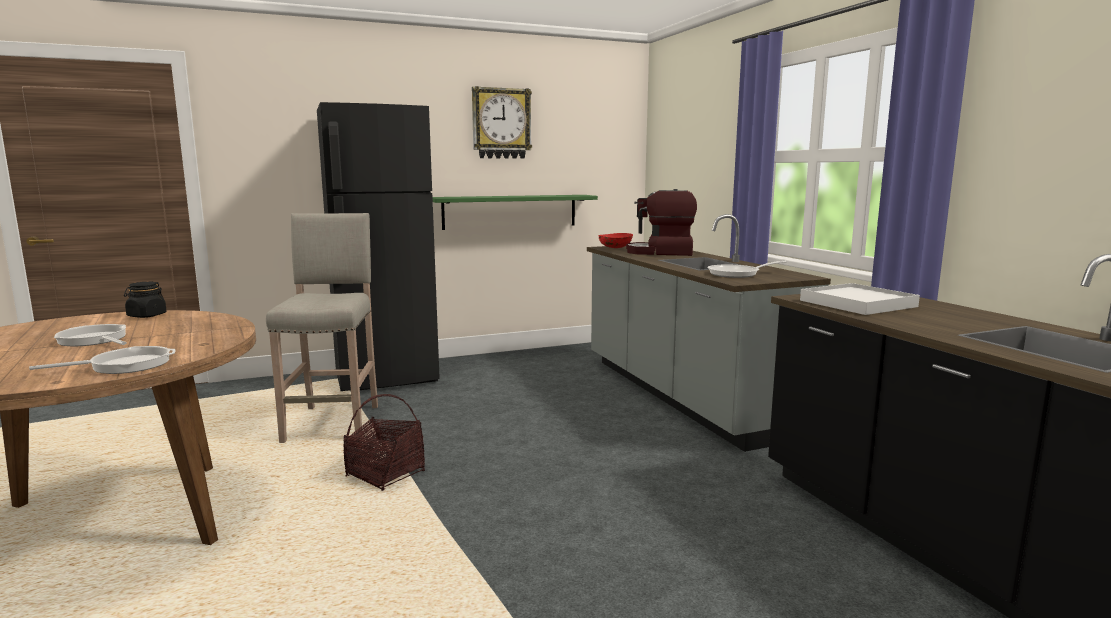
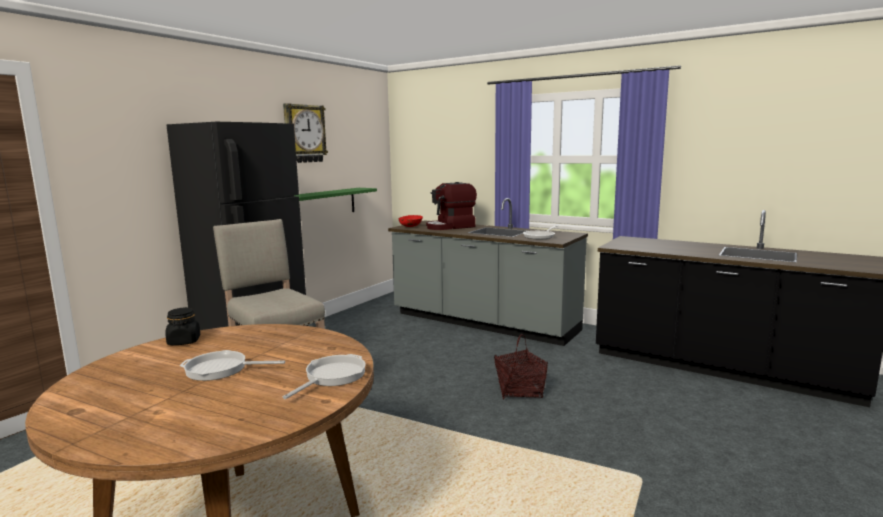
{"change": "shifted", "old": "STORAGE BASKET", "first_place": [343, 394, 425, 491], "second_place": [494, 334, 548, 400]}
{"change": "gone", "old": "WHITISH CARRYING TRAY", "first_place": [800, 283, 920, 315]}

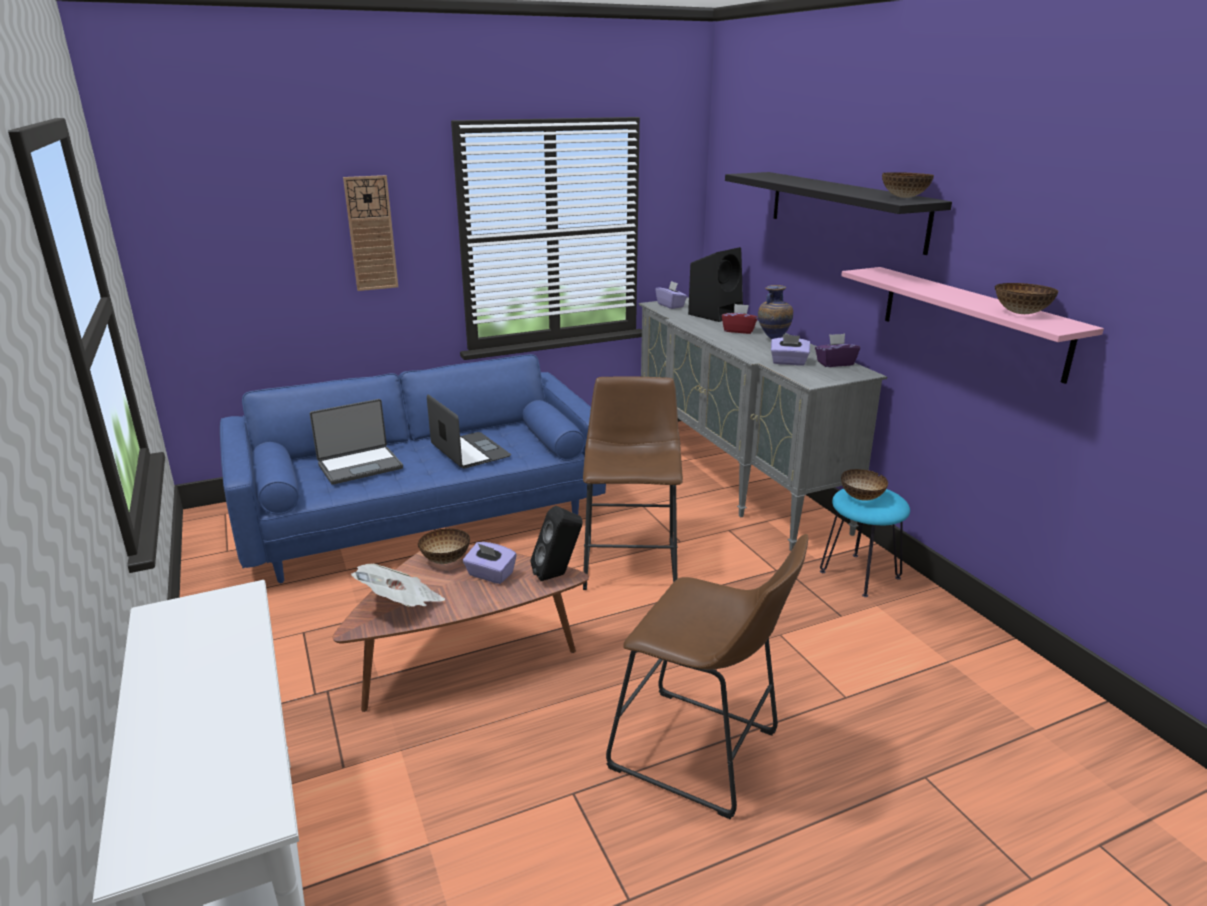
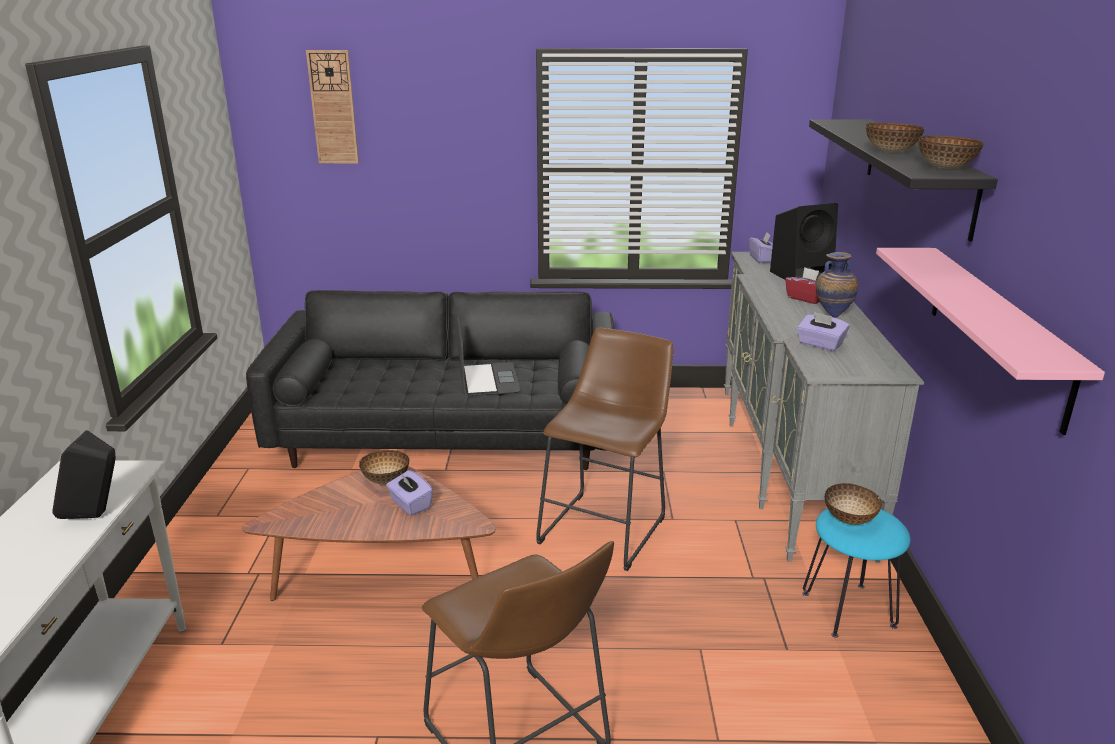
{"change": "shifted", "old": "BLACK-COLOURED AUDIO SPEAKER", "first_place": [531, 506, 582, 581], "second_place": [52, 430, 116, 519]}
{"change": "repainted", "old": "BLUISH SETTEE", "new": "BLACK-COLOURED SETTEE", "first_place": [220, 354, 606, 583], "second_place": [246, 290, 615, 470]}
{"change": "shifted", "old": "CLOCK ON THE WALL", "first_place": [343, 175, 398, 291], "second_place": [306, 50, 359, 164]}
{"change": "shifted", "old": "BOWL", "first_place": [995, 283, 1058, 314], "second_place": [866, 123, 925, 153]}
{"change": "gone", "old": "LAPTOP", "first_place": [310, 399, 403, 485]}
{"change": "gone", "old": "PRINTED PAPER", "first_place": [351, 563, 445, 607]}
{"change": "gone", "old": "PURPLISH TISSUE HOLDER", "first_place": [815, 334, 860, 367]}

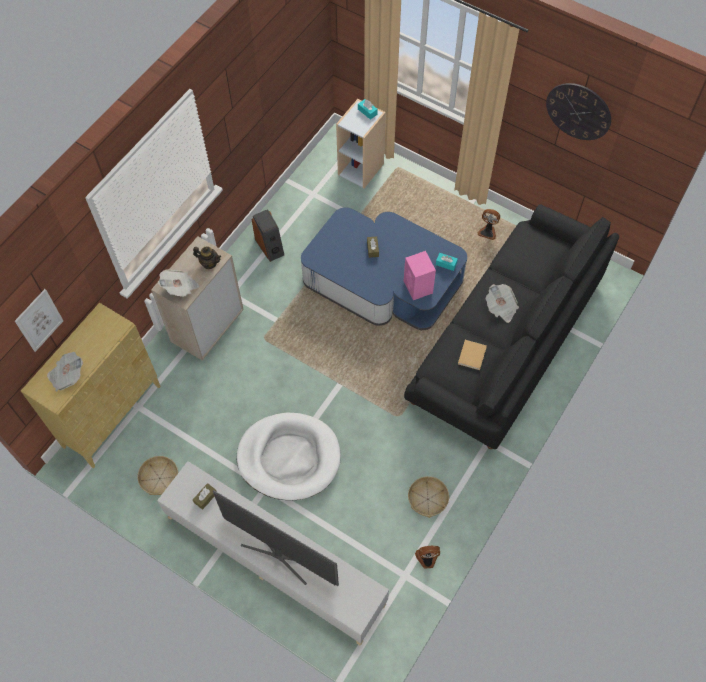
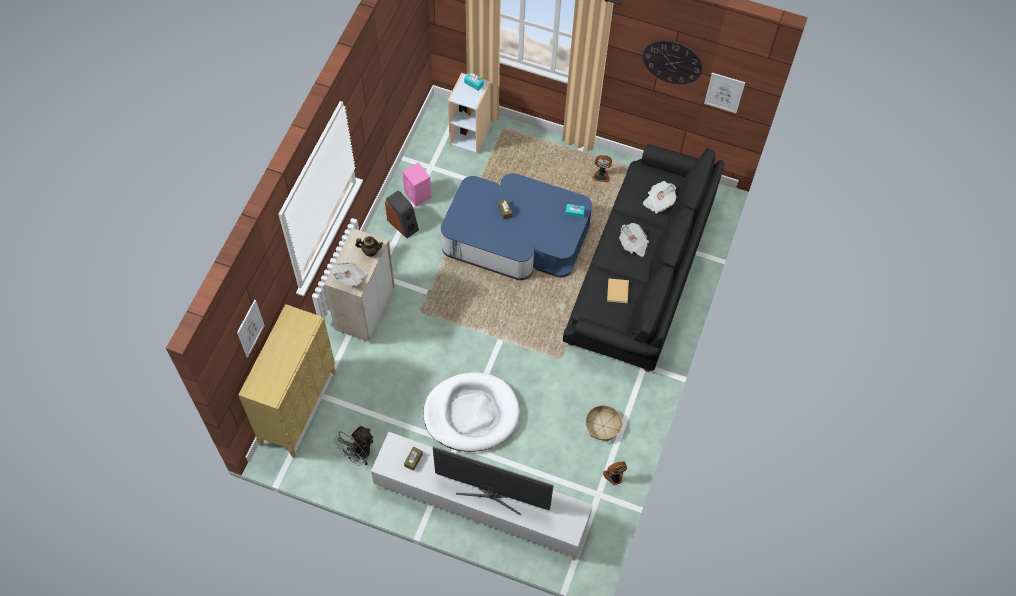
{"change": "swapped", "old": "STORAGE BASKET", "new": "GRAY ELECTRIC FAN", "first_place": [137, 456, 178, 495], "second_place": [333, 425, 374, 466]}
{"change": "shifted", "old": "PINKISH AUDIO SPEAKER", "first_place": [404, 251, 436, 300], "second_place": [402, 162, 432, 206]}
{"change": "shifted", "old": "PRINTED PAPER", "first_place": [47, 352, 83, 392], "second_place": [643, 181, 677, 214]}
{"change": "new", "new": "PICTURE", "second_place": [704, 73, 745, 113]}

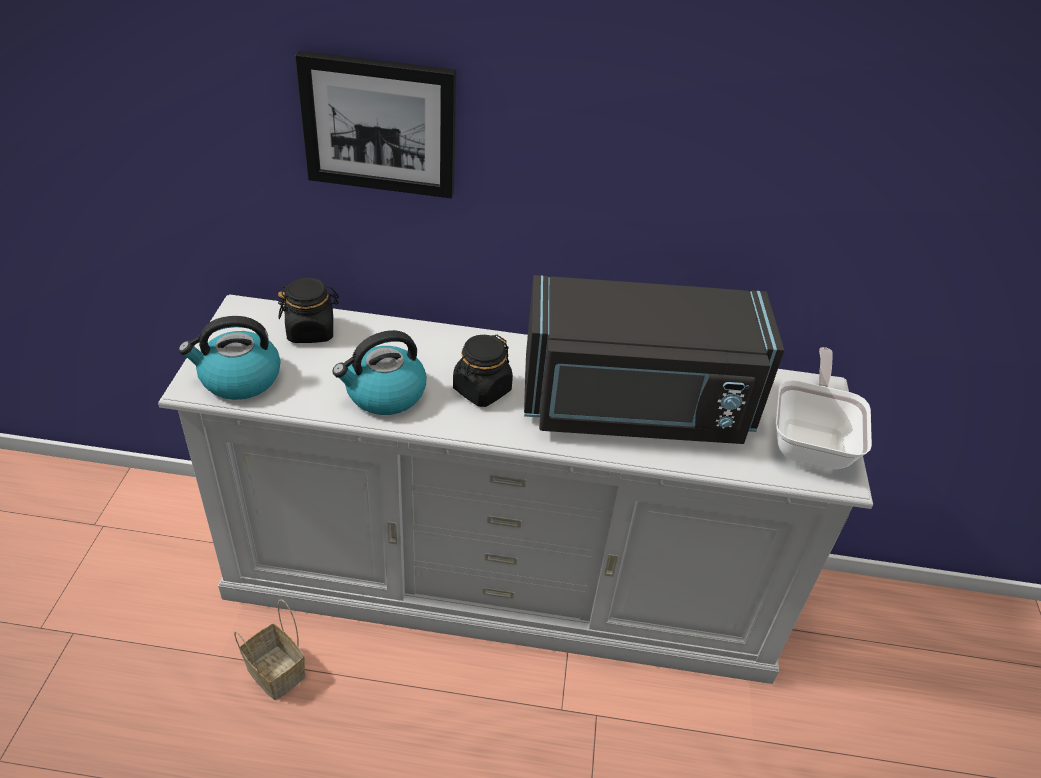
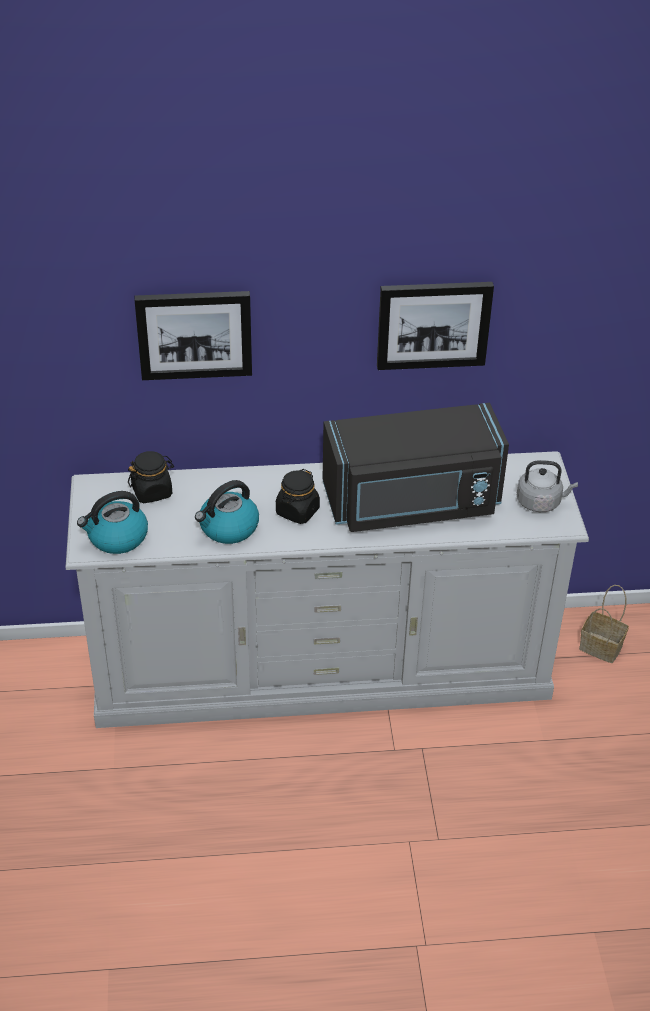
{"change": "new", "new": "PICTURE", "second_place": [377, 282, 494, 370]}
{"change": "swapped", "old": "PAN", "new": "GRAY KETTLE", "first_place": [776, 347, 872, 469], "second_place": [517, 460, 578, 512]}
{"change": "shifted", "old": "STORAGE BASKET", "first_place": [234, 599, 305, 700], "second_place": [579, 585, 629, 663]}

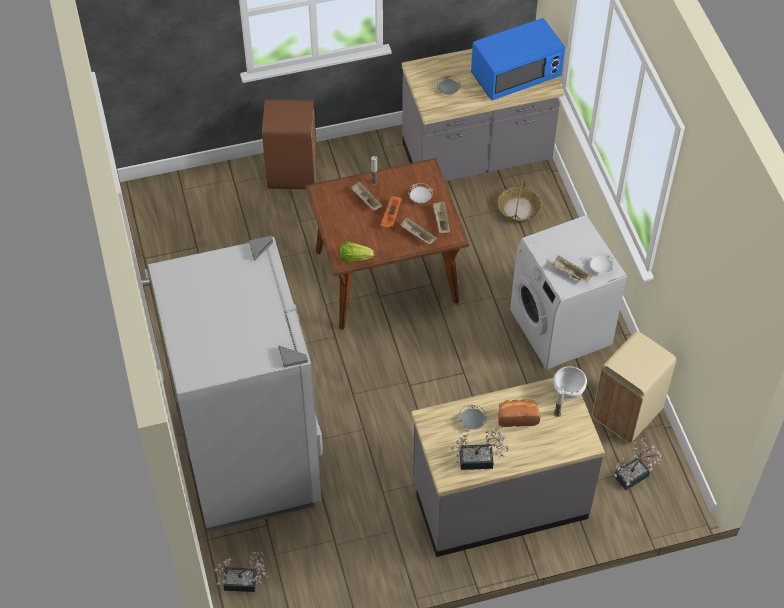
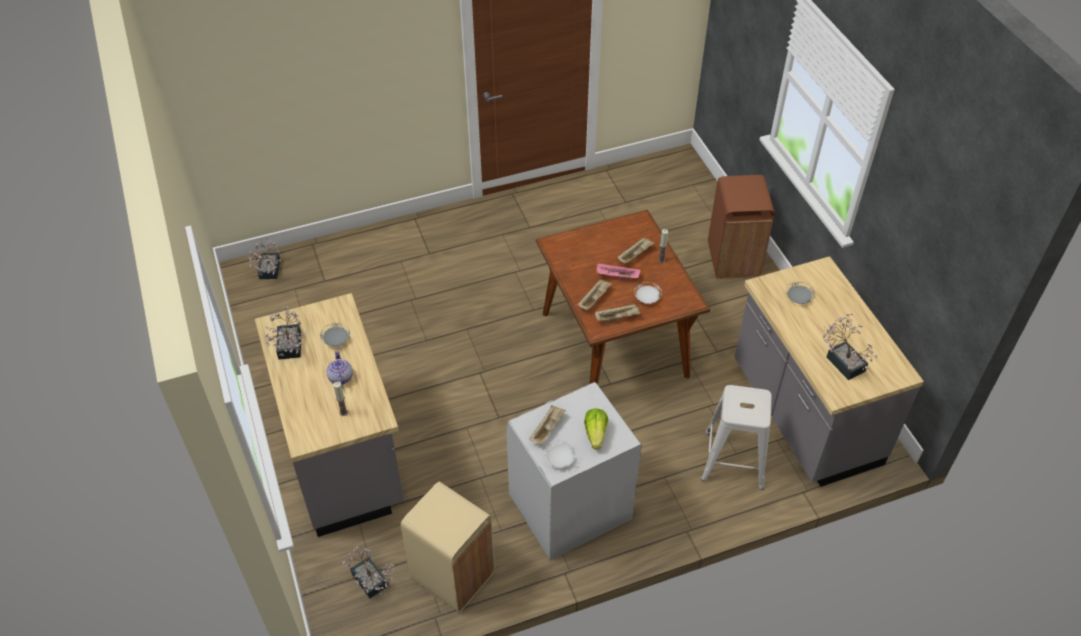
{"change": "swapped", "old": "BAKERY BREAD", "new": "TEAPOT", "first_place": [498, 399, 540, 427], "second_place": [326, 350, 353, 389]}
{"change": "shifted", "old": "LETTUCE HEAD", "first_place": [339, 241, 374, 262], "second_place": [584, 408, 608, 449]}
{"change": "repainted", "old": "ORANGEY CARRYING TRAY", "new": "PINKISH CARRYING TRAY", "first_place": [381, 195, 402, 227], "second_place": [597, 263, 640, 279]}
{"change": "swapped", "old": "STORAGE BASKET", "new": "WHITISH STOOL SEAT", "first_place": [498, 178, 542, 222], "second_place": [701, 385, 772, 490]}
{"change": "swapped", "old": "BLUISH MICROWAVE OVEN", "new": "POTTED PLANT", "first_place": [471, 18, 565, 100], "second_place": [823, 314, 879, 380]}
{"change": "gone", "old": "WHITISH FRIDGE", "first_place": [148, 236, 323, 533]}
{"change": "gone", "old": "WHITISH BOWL", "first_place": [553, 366, 587, 399]}

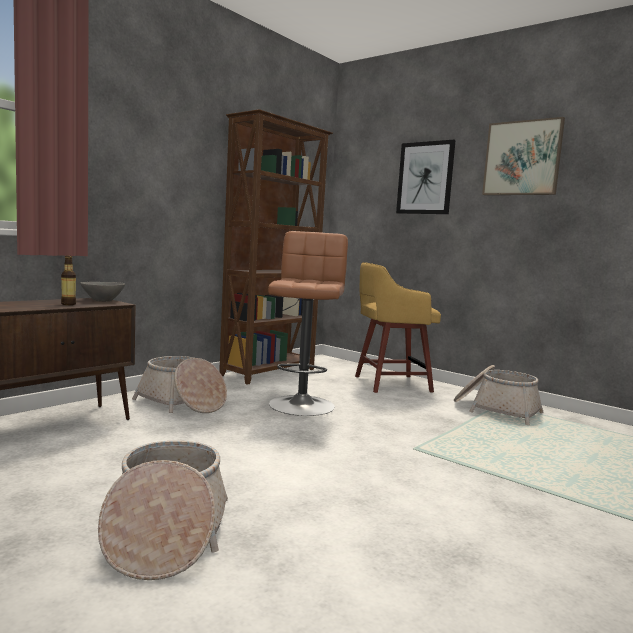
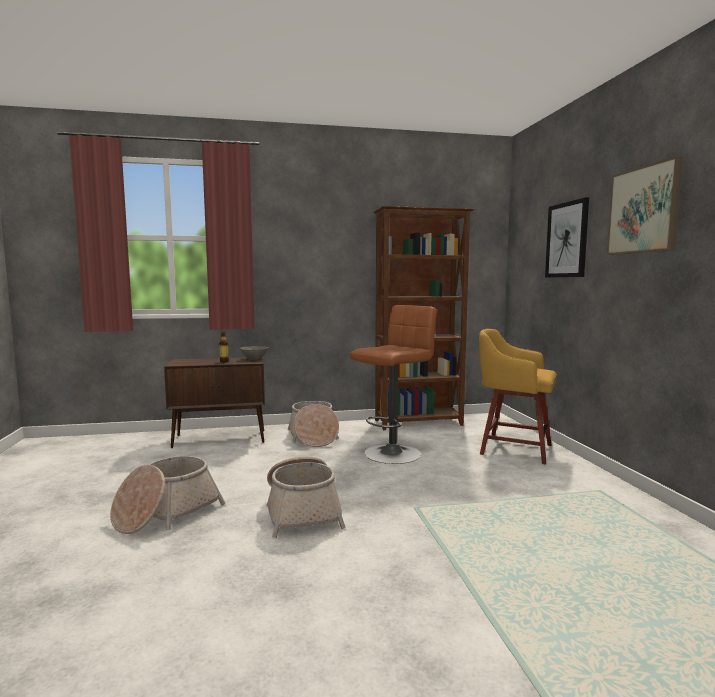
{"change": "shifted", "old": "STORAGE BASKET", "first_place": [454, 365, 543, 425], "second_place": [267, 457, 345, 538]}

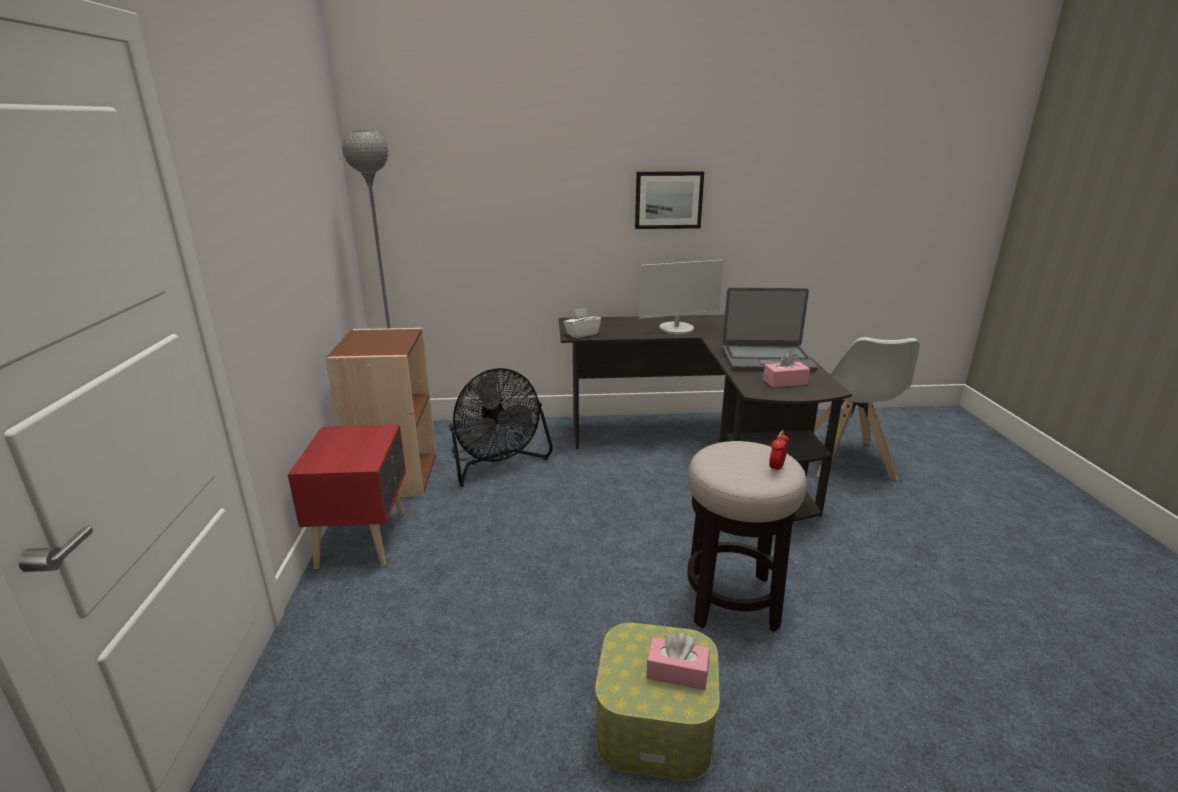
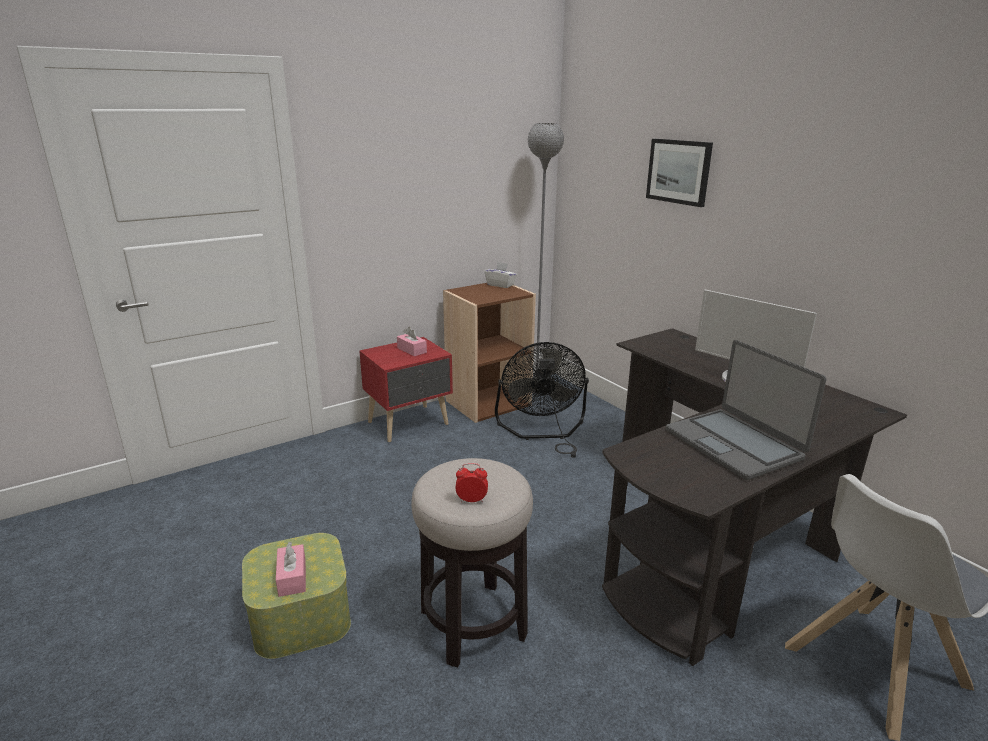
{"change": "shifted", "old": "PINKISH TISSUE HOLDER", "first_place": [763, 351, 810, 388], "second_place": [397, 327, 427, 356]}
{"change": "shifted", "old": "WHITISH TISSUE HOLDER", "first_place": [564, 308, 601, 338], "second_place": [484, 262, 517, 288]}
{"change": "rotated", "old": "BLACK-COLOURED ELECTRIC FAN", "first_place": [449, 368, 553, 487], "second_place": [495, 342, 589, 458], "degrees": 150}
{"change": "shifted", "old": "PICTURE", "first_place": [635, 171, 704, 229], "second_place": [646, 139, 713, 207]}

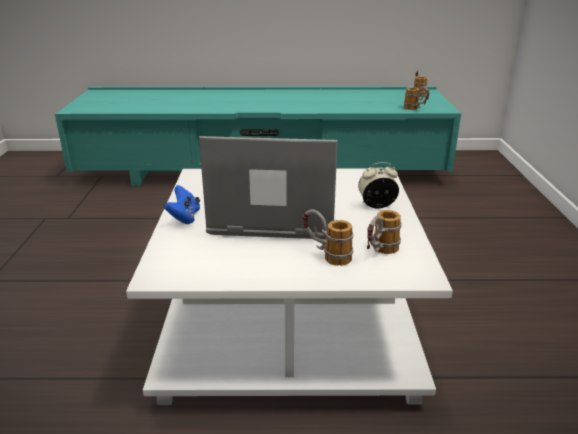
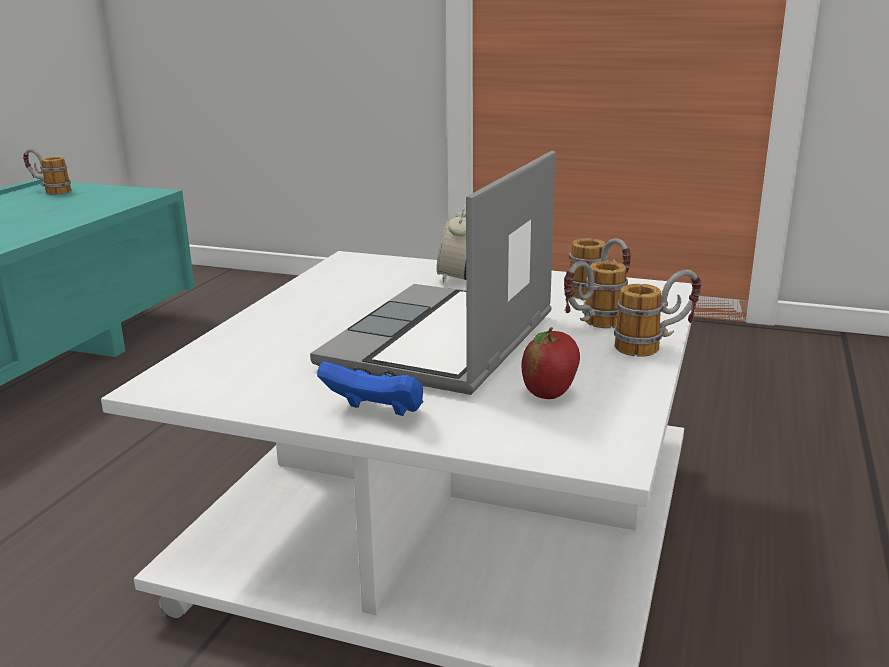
{"change": "new", "new": "APPLE FRUIT", "second_place": [522, 327, 580, 399]}
{"change": "shifted", "old": "COFFEE MUG", "first_place": [404, 86, 430, 110], "second_place": [614, 270, 702, 357]}

